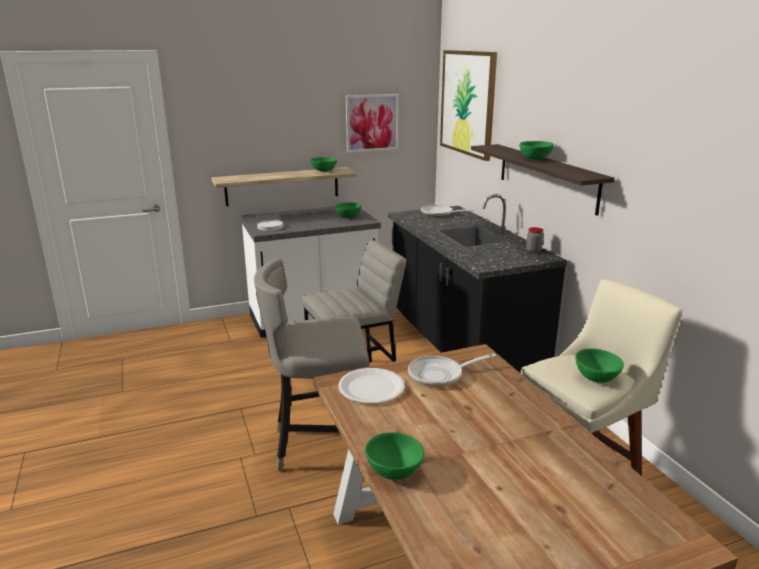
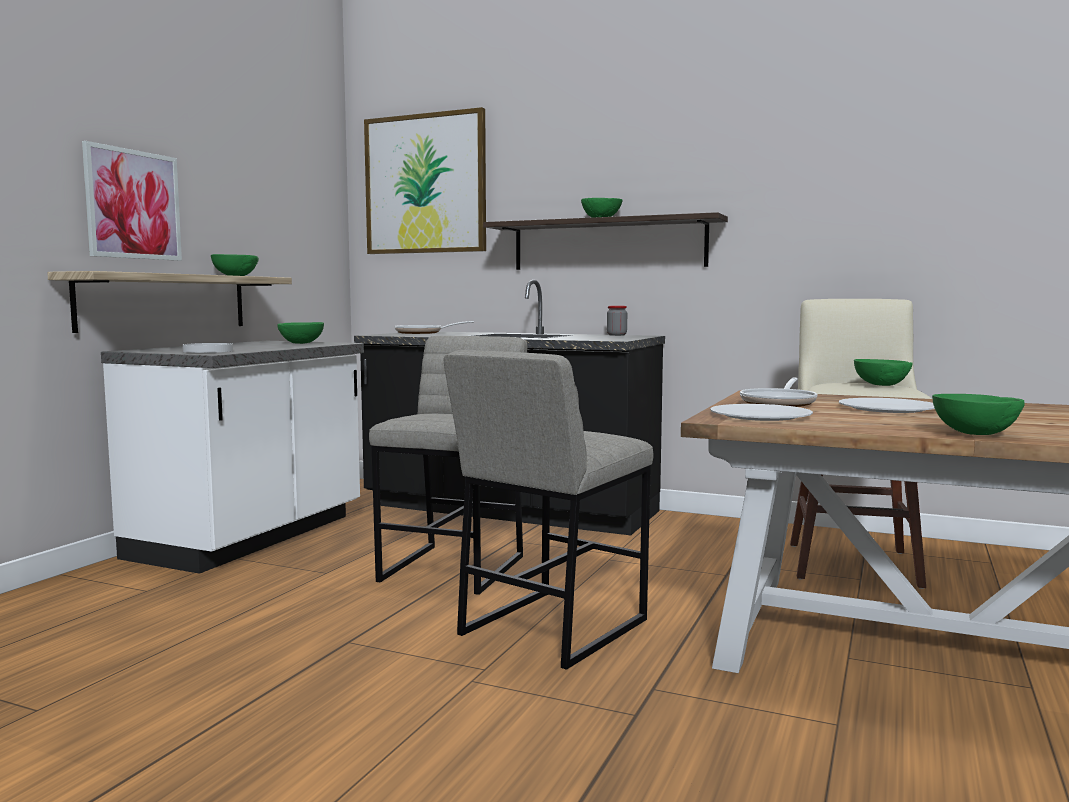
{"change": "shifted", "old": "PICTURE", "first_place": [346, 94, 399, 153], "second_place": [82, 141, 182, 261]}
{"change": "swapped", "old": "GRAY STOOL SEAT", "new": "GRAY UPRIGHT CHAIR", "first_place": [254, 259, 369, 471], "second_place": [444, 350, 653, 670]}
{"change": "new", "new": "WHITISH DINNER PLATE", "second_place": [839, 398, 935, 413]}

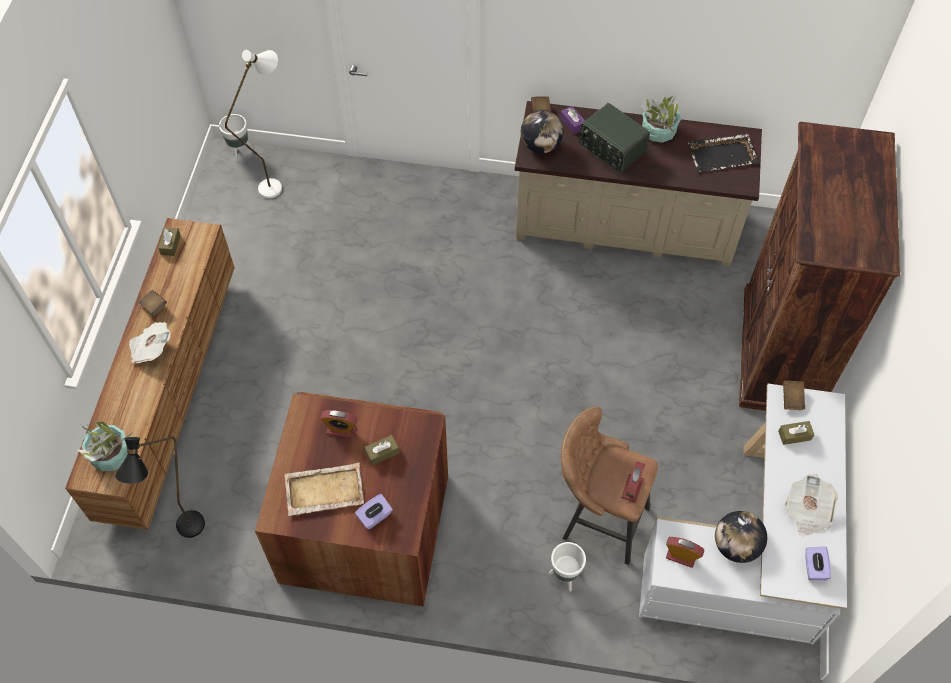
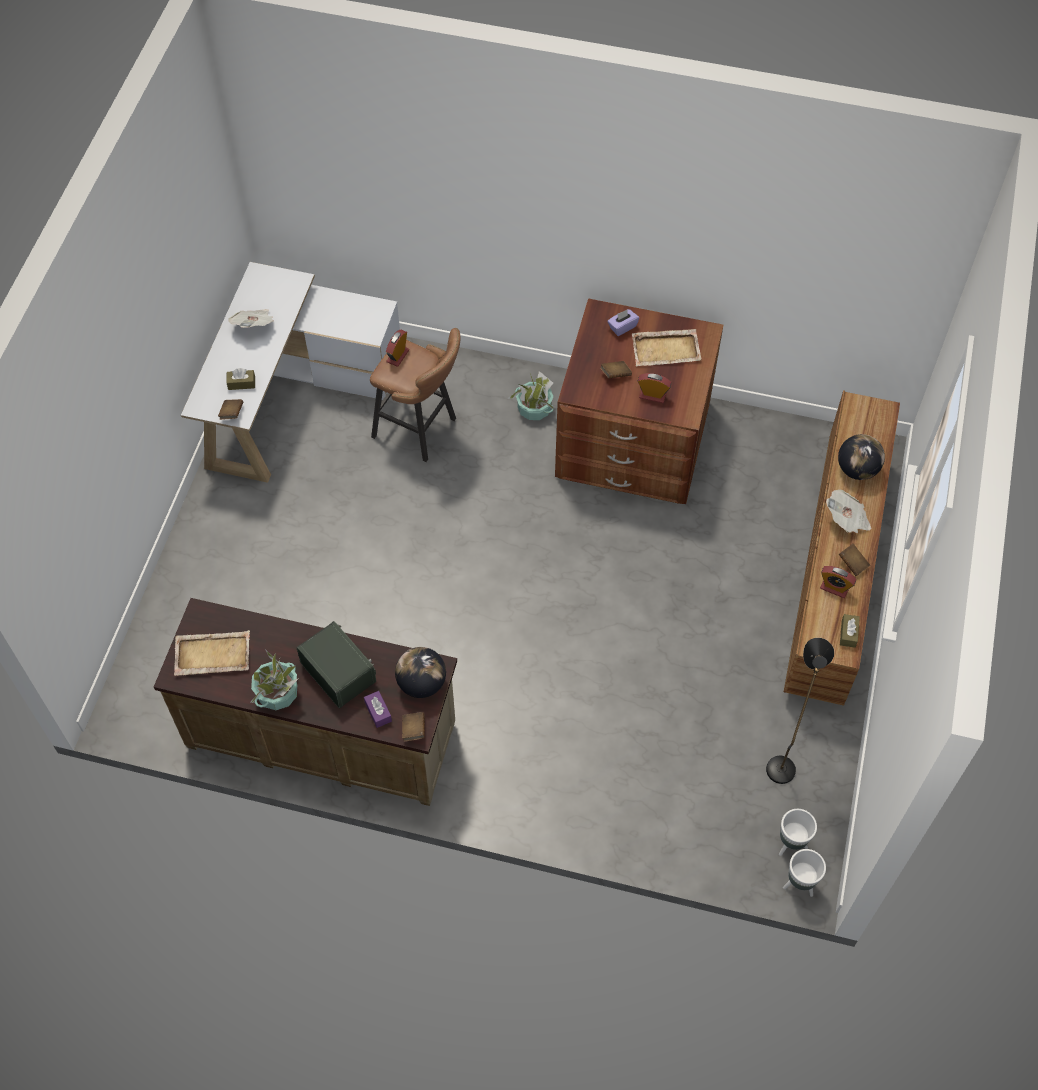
{"change": "repainted", "old": "BLACK-COLOURED CARRYING TRAY", "new": "BEIGE-COLOURED CARRYING TRAY", "first_place": [688, 133, 759, 173], "second_place": [174, 630, 250, 676]}
{"change": "shifted", "old": "POTTED PLANT", "first_place": [78, 421, 133, 471], "second_place": [507, 371, 555, 420]}
{"change": "swapped", "old": "BROWN-COLOURED TISSUE HOLDER", "new": "BROWN-COLOURED VOLUME", "first_place": [364, 435, 399, 466], "second_place": [600, 361, 632, 379]}
{"change": "shifted", "old": "BLACK-COLOURED STANDING LAMP", "first_place": [115, 436, 205, 538], "second_place": [766, 638, 834, 784]}
{"change": "shifted", "old": "WHITISH FLOWER POT", "first_place": [549, 542, 586, 592], "second_place": [779, 809, 817, 856]}
{"change": "shifted", "old": "TABLE CLOCK", "first_place": [666, 537, 704, 568], "second_place": [820, 566, 856, 598]}
{"change": "shifted", "old": "DESK GLOBE", "first_place": [715, 511, 767, 563], "second_place": [838, 434, 885, 480]}
{"change": "gone", "old": "WHITISH STANDING LAMP", "first_place": [225, 50, 282, 198]}
{"change": "gone", "old": "BROWN-COLOURED ARMOIRE", "first_place": [739, 122, 900, 411]}
{"change": "gone", "old": "PURPLISH TISSUE HOLDER", "first_place": [805, 546, 831, 581]}

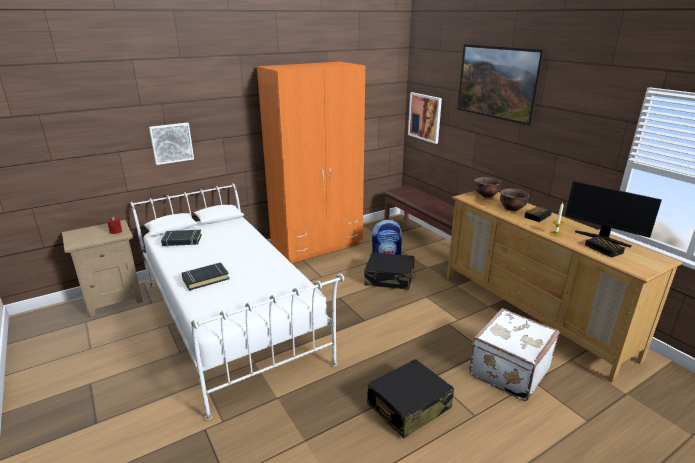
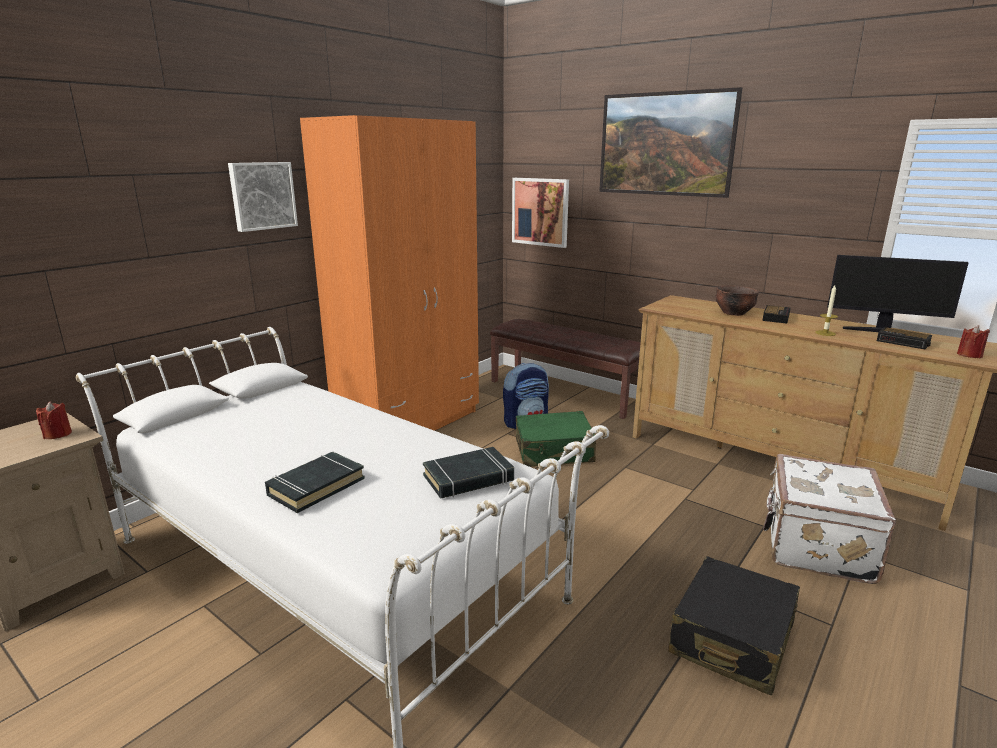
{"change": "shifted", "old": "PICTURE", "first_place": [149, 123, 194, 165], "second_place": [228, 162, 298, 232]}
{"change": "shifted", "old": "BLACK-COLOURED VOLUME", "first_place": [161, 230, 202, 247], "second_place": [423, 447, 514, 498]}
{"change": "repainted", "old": "BLACK-COLOURED PIECE OF LUGGAGE", "new": "GREEN-COLOURED PIECE OF LUGGAGE", "first_place": [364, 252, 415, 290], "second_place": [516, 411, 596, 467]}
{"change": "new", "new": "RED-COLOURED WAX CANDLE", "second_place": [957, 325, 990, 358]}
{"change": "gone", "old": "BROWN-COLOURED BOWL", "first_place": [474, 177, 502, 198]}

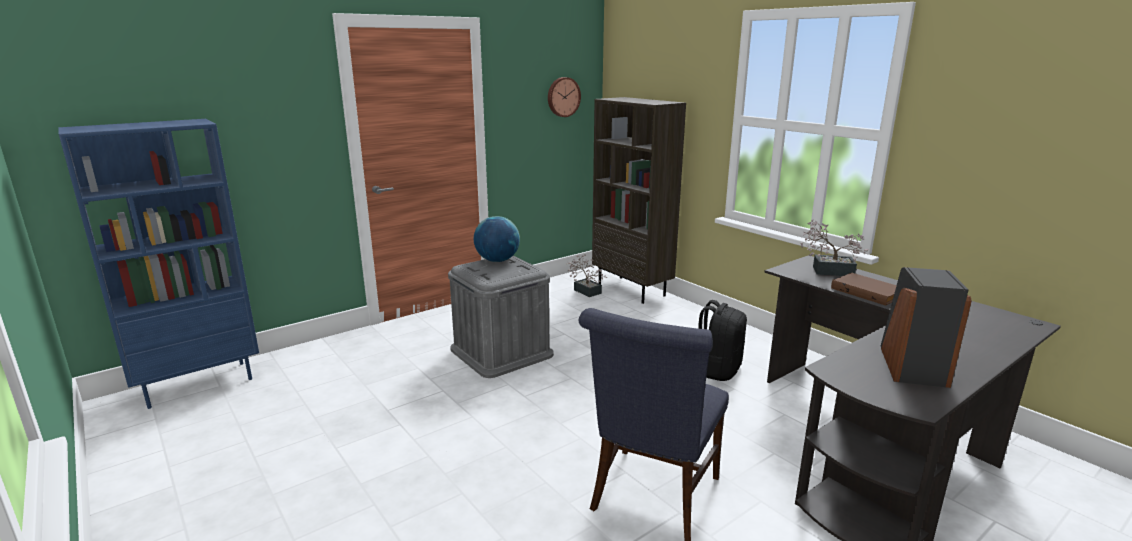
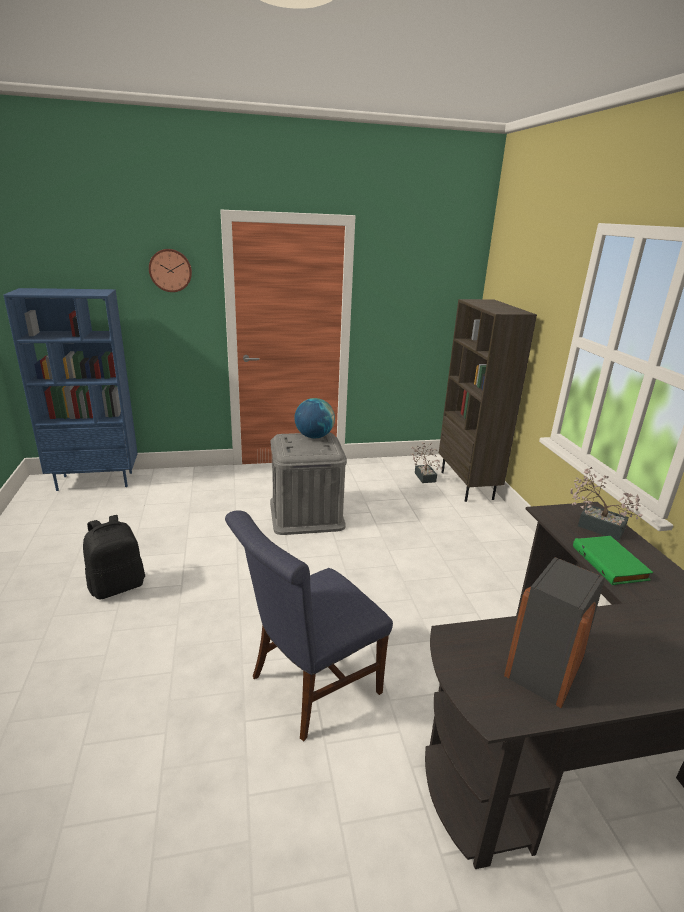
{"change": "shifted", "old": "BLACK-COLOURED KNAPSACK", "first_place": [698, 300, 747, 381], "second_place": [83, 515, 145, 600]}
{"change": "shifted", "old": "CLOCK ON THE WALL", "first_place": [548, 77, 581, 117], "second_place": [149, 249, 192, 292]}
{"change": "repainted", "old": "BROWN-COLOURED VOLUME", "new": "GREEN-COLOURED VOLUME", "first_place": [831, 273, 897, 305], "second_place": [573, 536, 653, 585]}

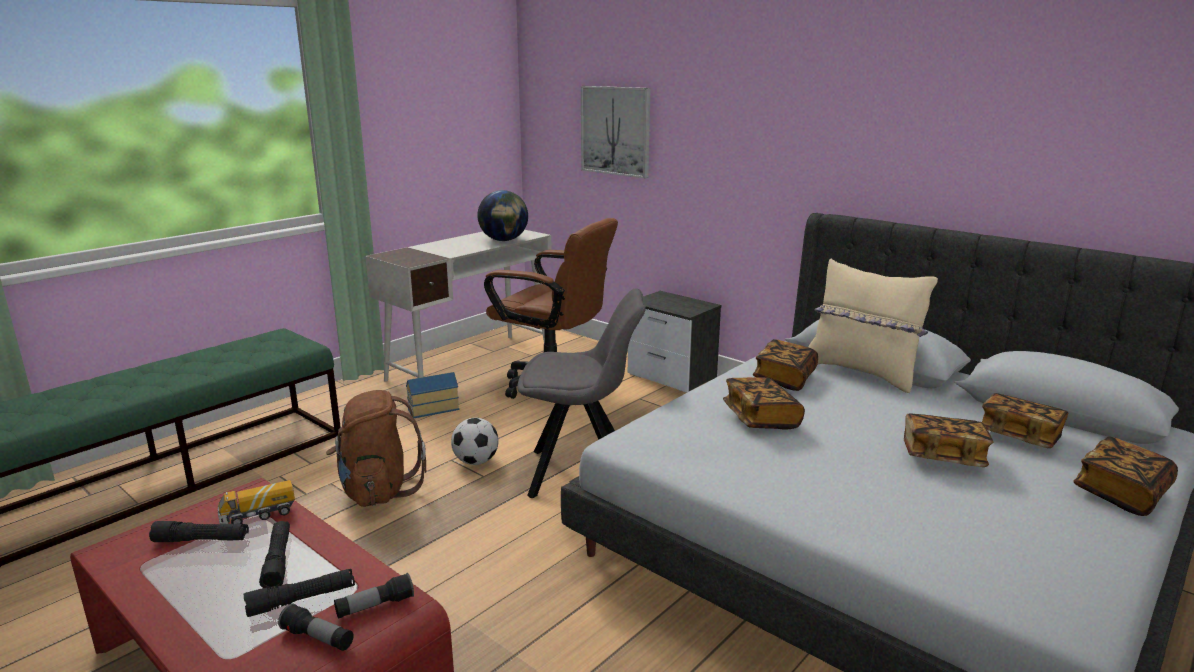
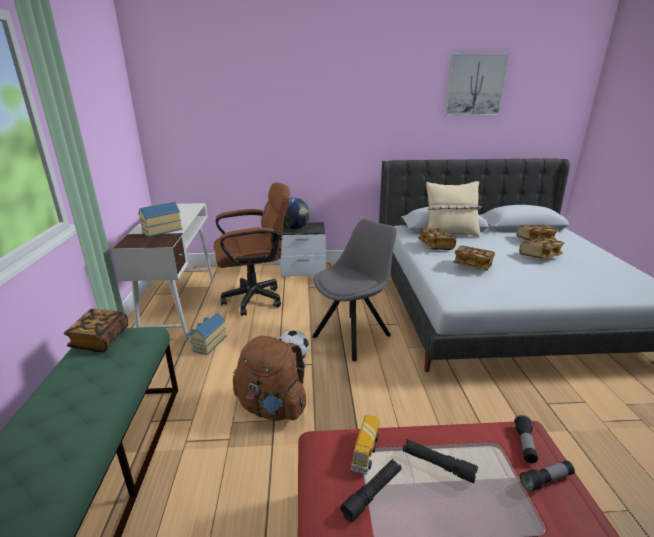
{"change": "shifted", "old": "VOLUME", "first_place": [1073, 436, 1178, 516], "second_place": [64, 309, 128, 352]}
{"change": "new", "new": "MODEL HOUSE", "second_place": [138, 202, 182, 237]}
{"change": "shifted", "old": "DESK GLOBE", "first_place": [477, 190, 528, 241], "second_place": [283, 198, 310, 229]}
{"change": "shifted", "old": "PICTURE", "first_place": [581, 86, 651, 178], "second_place": [444, 53, 510, 116]}
{"change": "gone", "old": "BLACK-COLOURED TORCH", "first_place": [244, 569, 355, 617]}

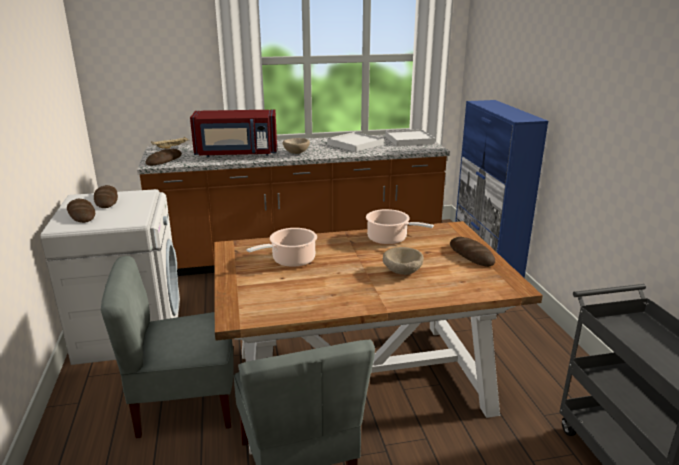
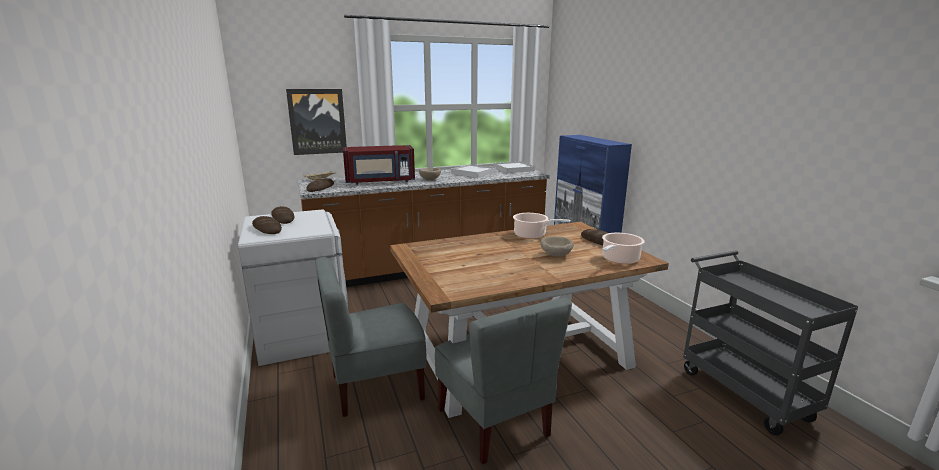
{"change": "new", "new": "PICTURE", "second_place": [286, 89, 347, 155]}
{"change": "shifted", "old": "COOKING POT", "first_place": [246, 228, 317, 267], "second_place": [602, 233, 645, 264]}

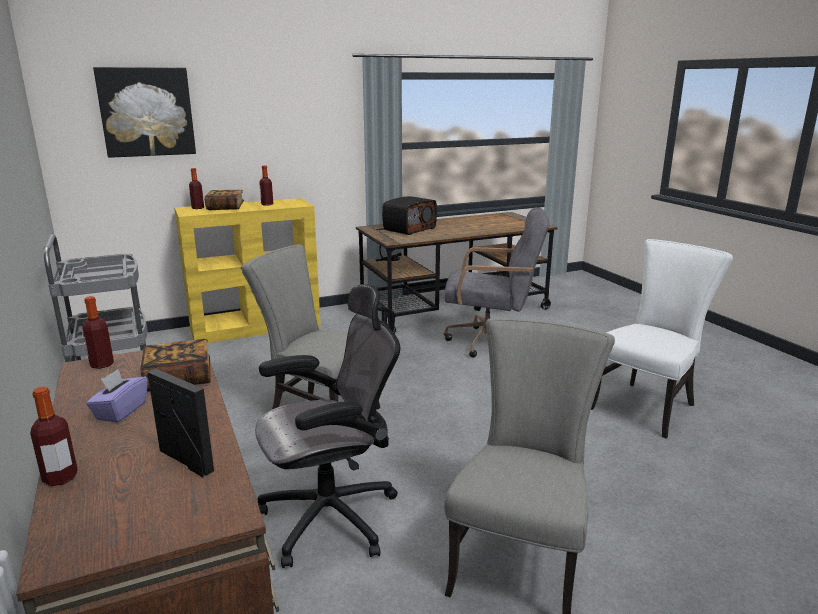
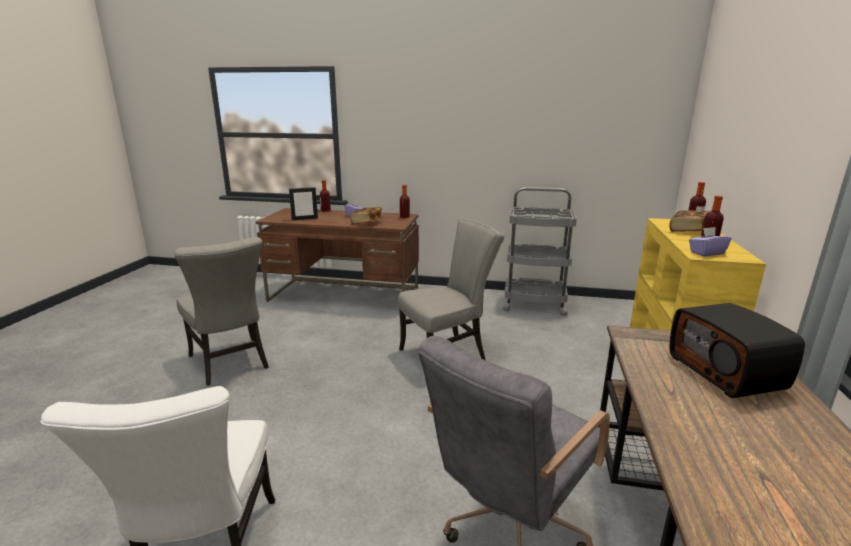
{"change": "new", "new": "PURPLISH TISSUE HOLDER", "second_place": [689, 227, 732, 256]}
{"change": "gone", "old": "PICTURE", "first_place": [93, 67, 196, 158]}
{"change": "gone", "old": "COMPUTER CHAIR", "first_place": [255, 284, 400, 568]}

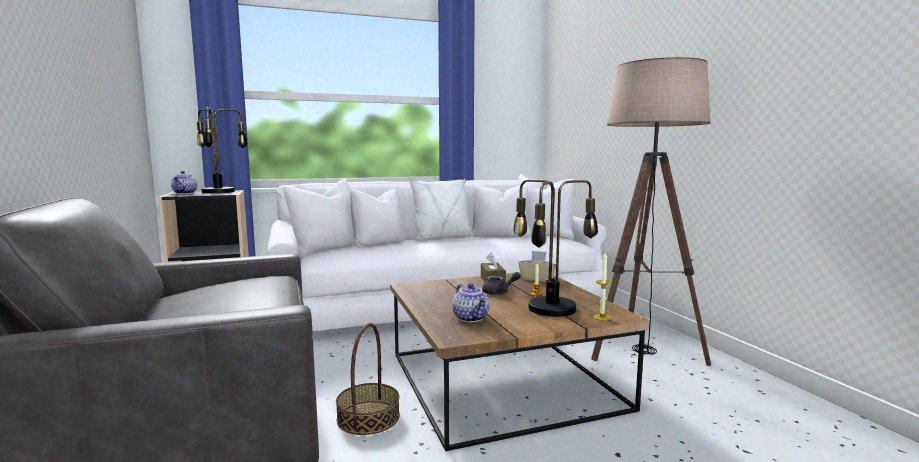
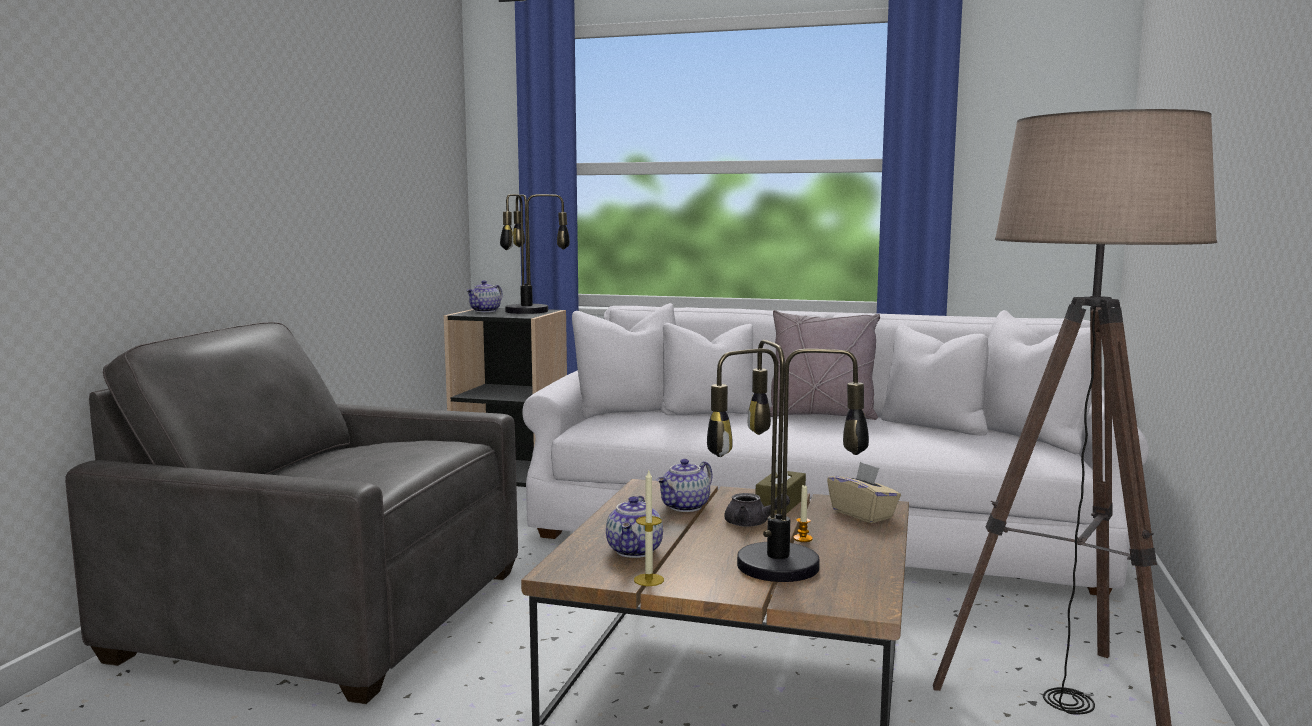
{"change": "shifted", "old": "WAX CANDLE", "first_place": [593, 253, 612, 321], "second_place": [634, 471, 664, 586]}
{"change": "new", "new": "TEAPOT", "second_place": [656, 459, 713, 512]}
{"change": "repainted", "old": "WHITISH THROW PILLOW", "new": "PURPLISH THROW PILLOW", "first_place": [409, 179, 473, 242], "second_place": [770, 310, 880, 420]}
{"change": "gone", "old": "STORAGE BASKET", "first_place": [336, 323, 400, 435]}

